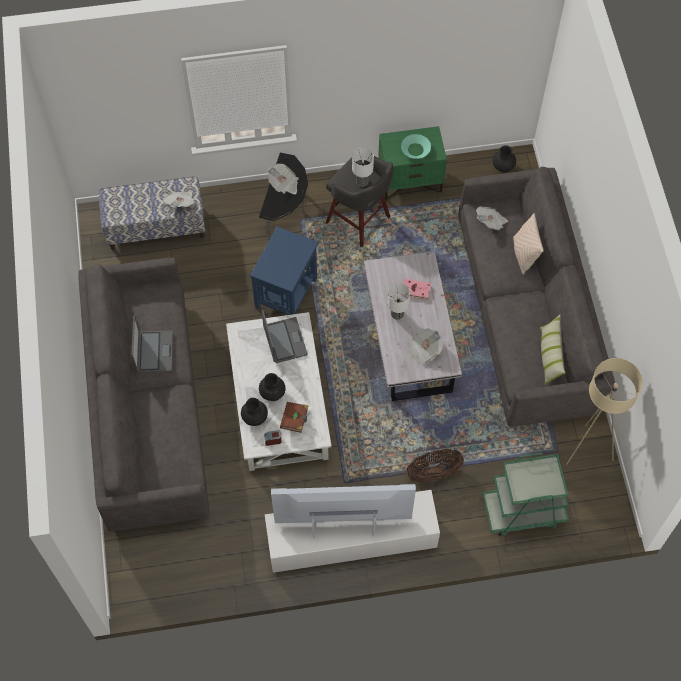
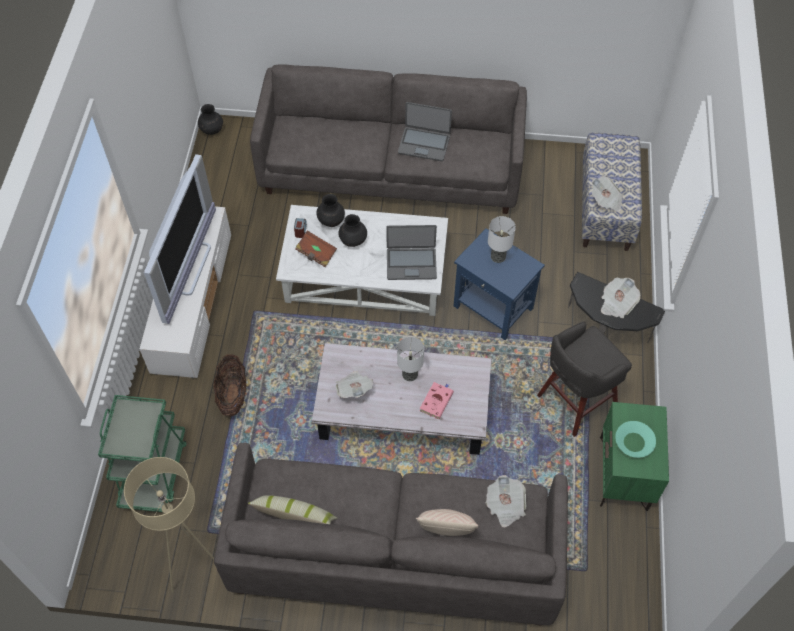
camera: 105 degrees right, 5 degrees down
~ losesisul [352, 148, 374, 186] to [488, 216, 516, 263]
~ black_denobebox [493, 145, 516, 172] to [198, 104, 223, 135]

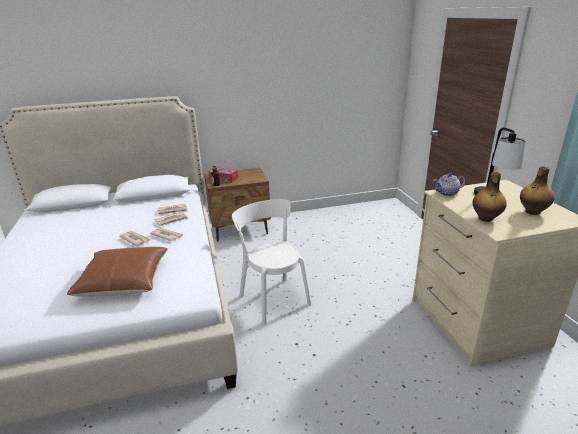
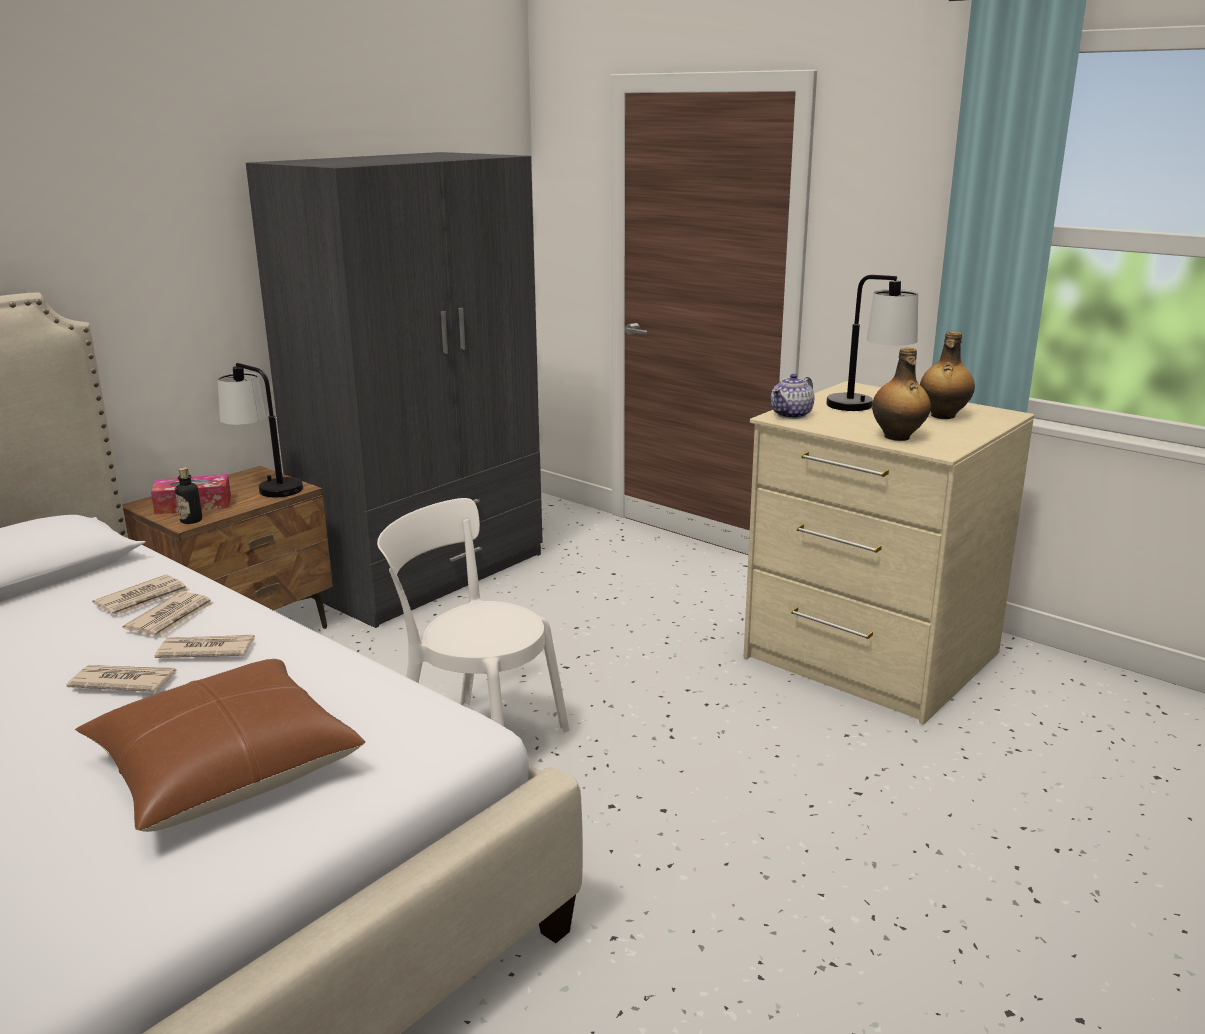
camera: 35 degrees left, 5 degrees down
+ losesisul [218, 363, 303, 497]
+ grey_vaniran [246, 152, 543, 628]

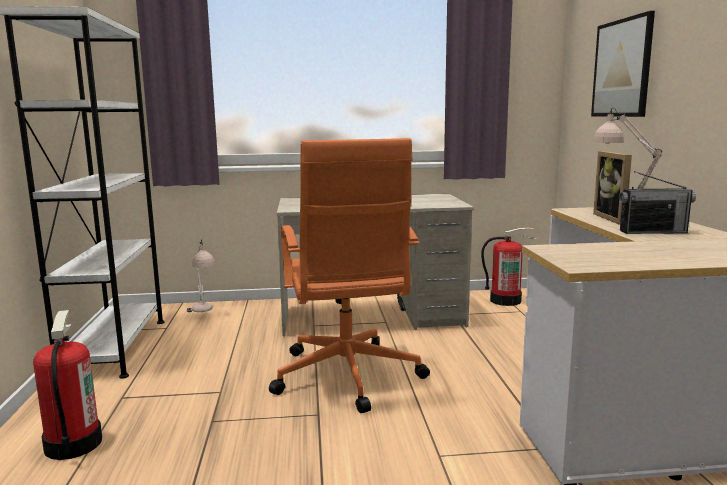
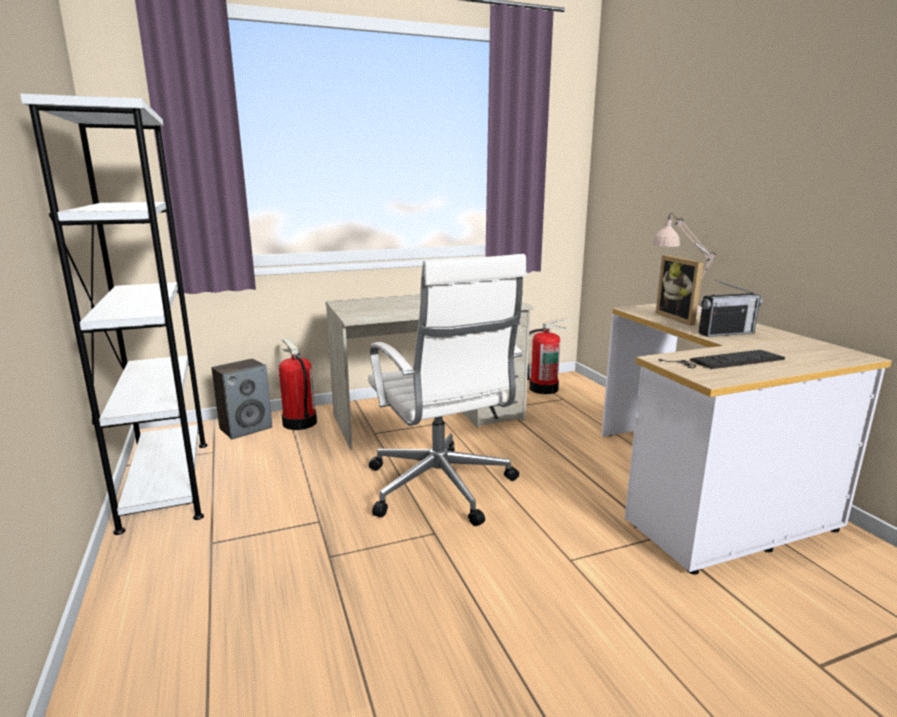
camera: 15 degrees left, 5 degrees up
- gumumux [591, 11, 655, 117]
+ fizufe [659, 350, 785, 369]
~ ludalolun [33, 310, 102, 460] to [279, 338, 317, 430]
~ beige_losesisul [187, 239, 215, 312] to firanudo [212, 359, 272, 440]
~ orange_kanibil [269, 138, 430, 413] to white_kanibil [368, 254, 527, 526]

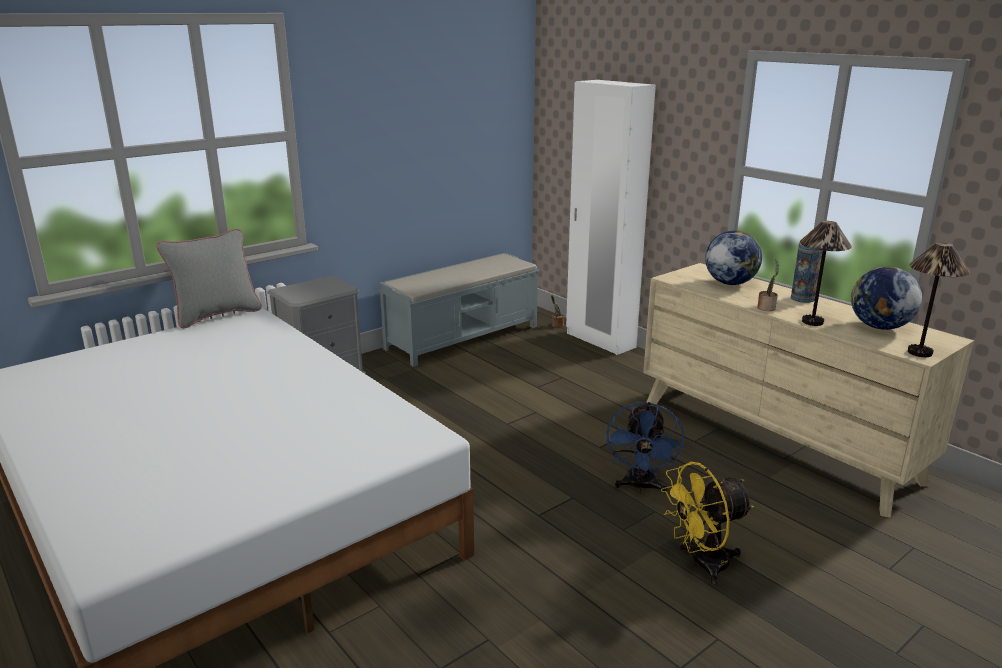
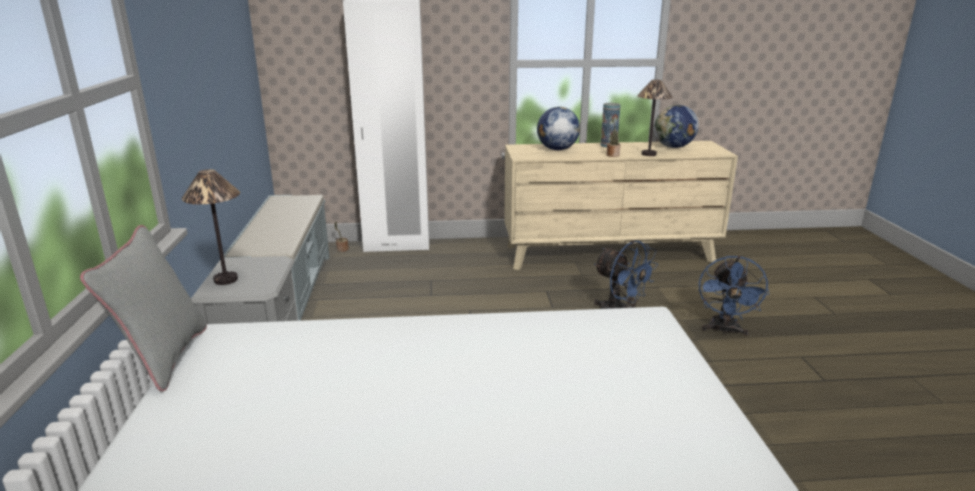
camera: 55 degrees left, 0 degrees up
~ losesisul [908, 242, 970, 357] to [182, 169, 240, 285]
~ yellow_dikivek [661, 462, 754, 585] to blue_dikivek [699, 256, 769, 336]

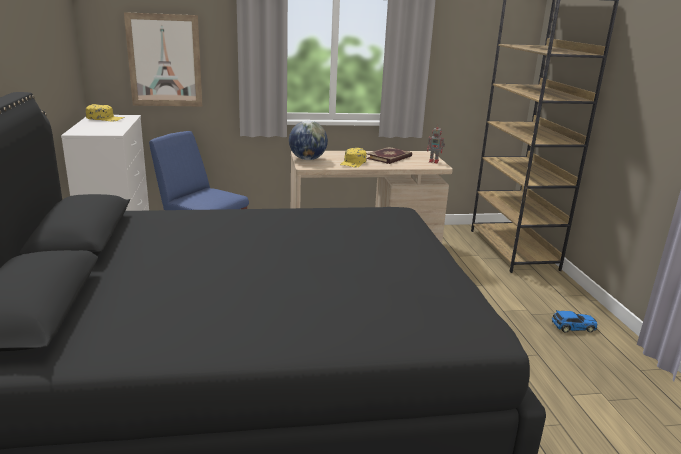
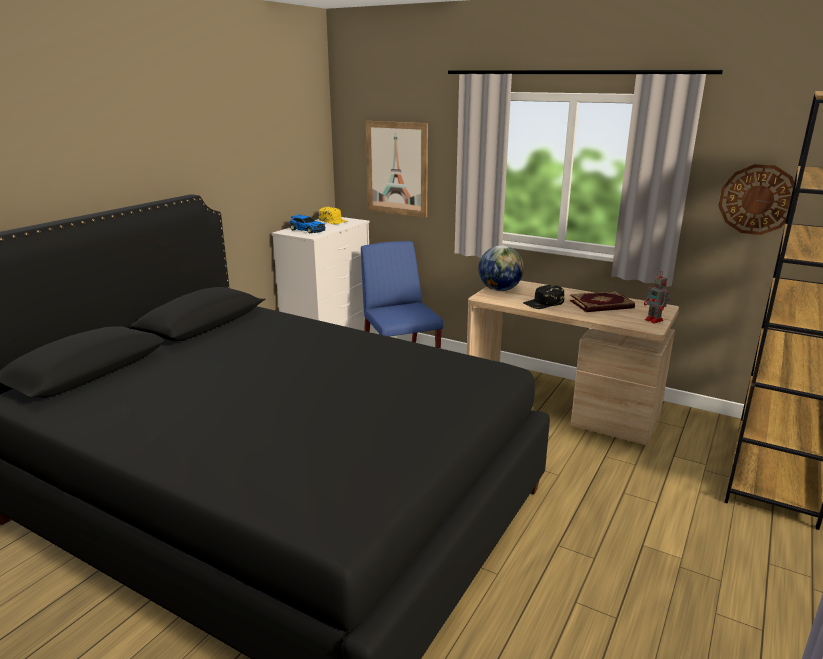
camera: 40 degrees right, 0 degrees up
+ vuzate [718, 164, 799, 235]
~ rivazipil [552, 310, 598, 333] to [289, 214, 326, 233]
~ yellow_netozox [340, 148, 367, 167] to black_netozox [523, 285, 564, 309]

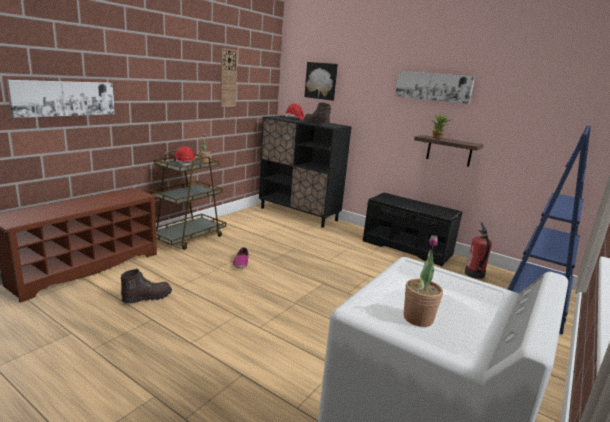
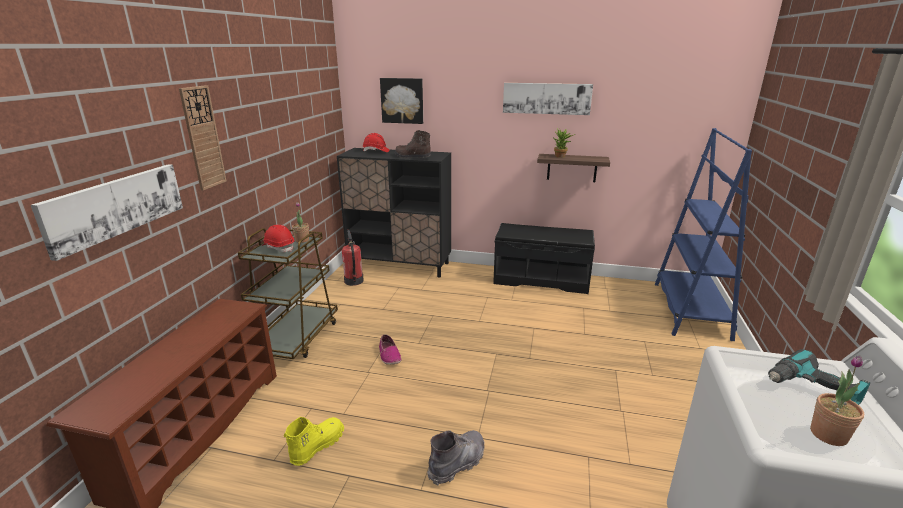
camera: 20 degrees left, 5 degrees up
+ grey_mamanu [427, 430, 485, 486]
+ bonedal [768, 349, 870, 405]
~ vuzate [220, 48, 237, 107] to [179, 85, 226, 190]
~ ludalolun [465, 222, 492, 279] to [342, 230, 364, 286]
~ brown_mamanu [120, 268, 172, 303] to yellow_mamanu [284, 417, 344, 466]

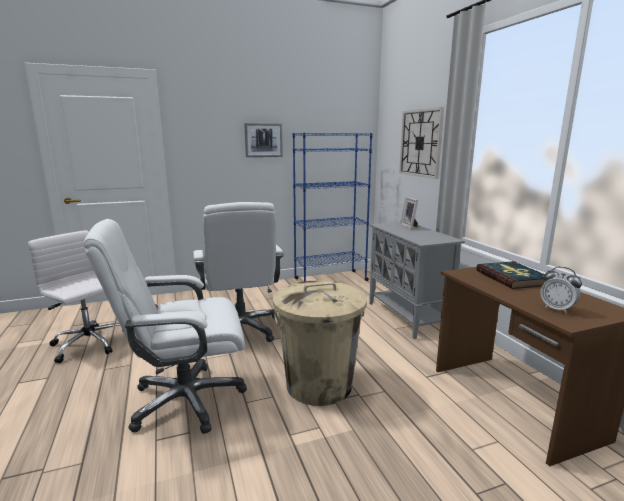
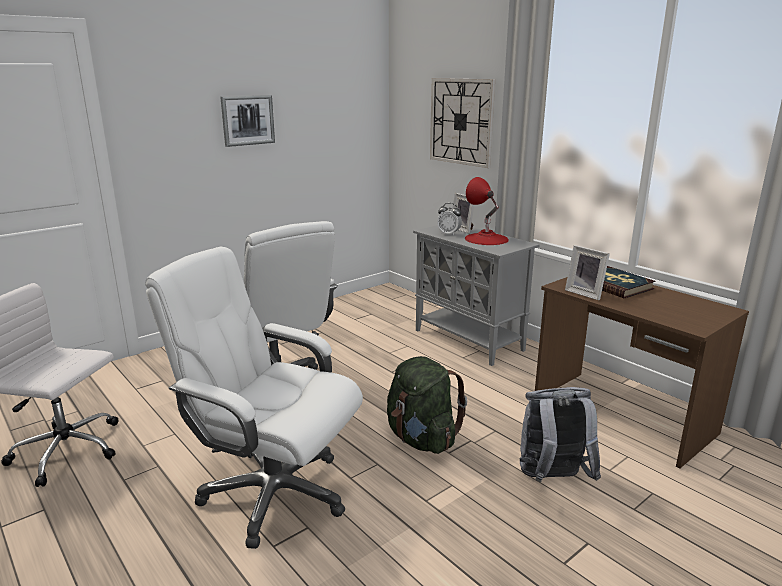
camera: 20 degrees left, 5 degrees up
- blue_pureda [293, 133, 373, 282]
+ red_losesisul [465, 177, 509, 245]
+ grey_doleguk [519, 387, 601, 483]
+ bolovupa [565, 245, 610, 300]
~ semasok [540, 267, 582, 314] to [437, 203, 462, 235]
~ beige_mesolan [273, 281, 367, 406] to green_doleguk [387, 356, 467, 454]
~ white_kanibil [84, 219, 247, 434] = [145, 247, 363, 549] 60 degrees clockwise

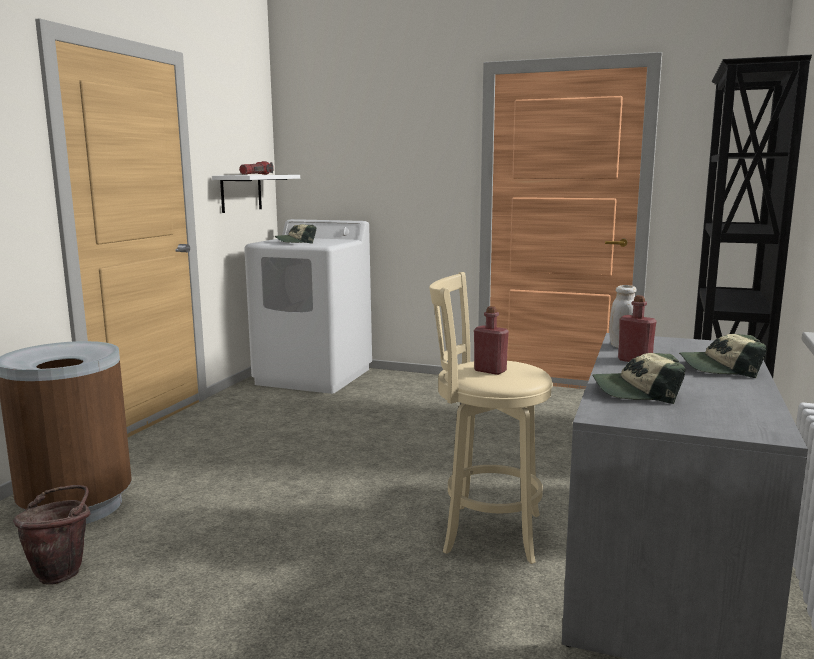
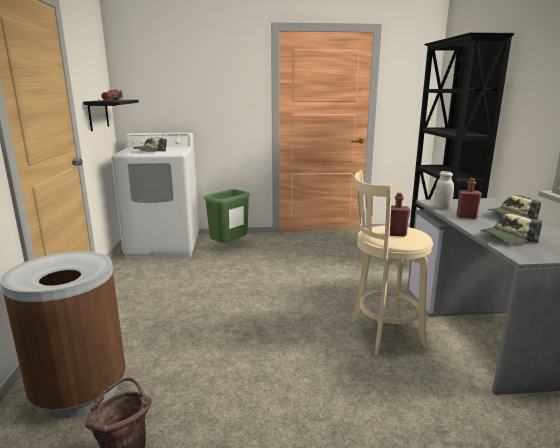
camera: 25 degrees left, 5 degrees up
+ green_mesolan [204, 189, 250, 242]
~ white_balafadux [212, 175, 300, 213] to black_balafadux [83, 100, 139, 131]

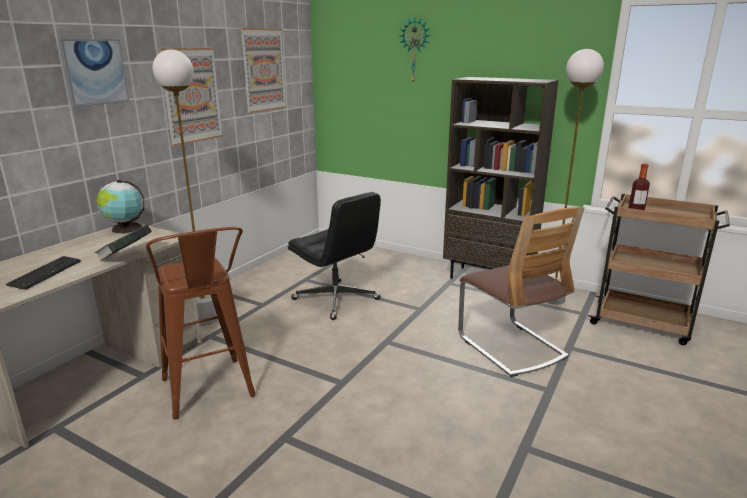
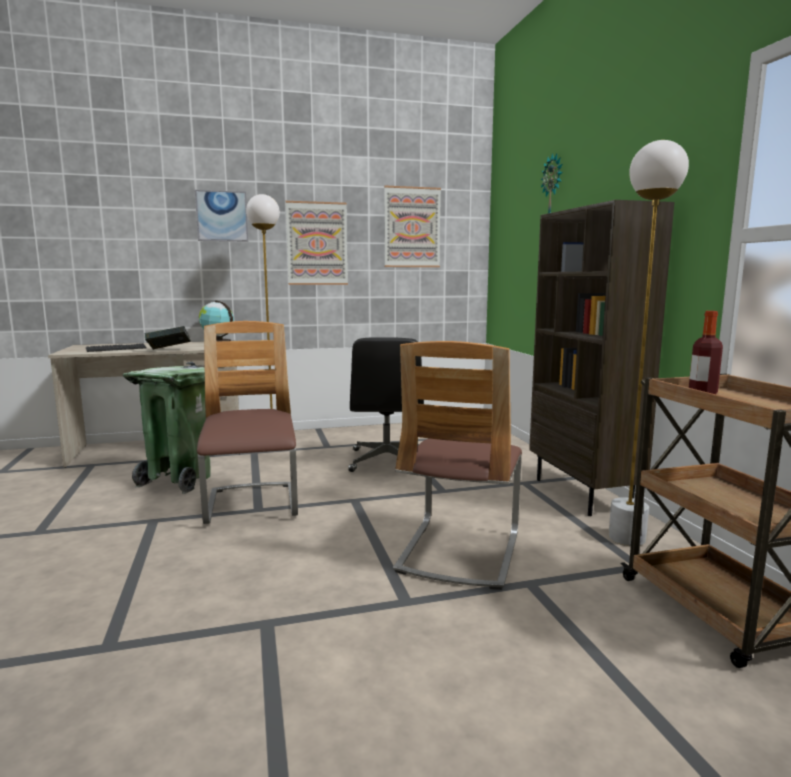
camera: 45 degrees right, 10 degrees down
+ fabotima [197, 321, 298, 524]
~ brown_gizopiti [146, 227, 256, 419] to green_mesolan [123, 362, 211, 494]

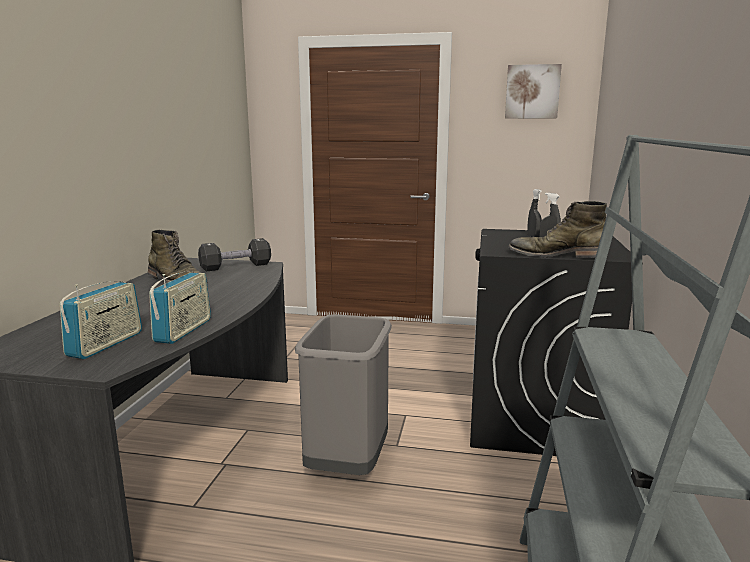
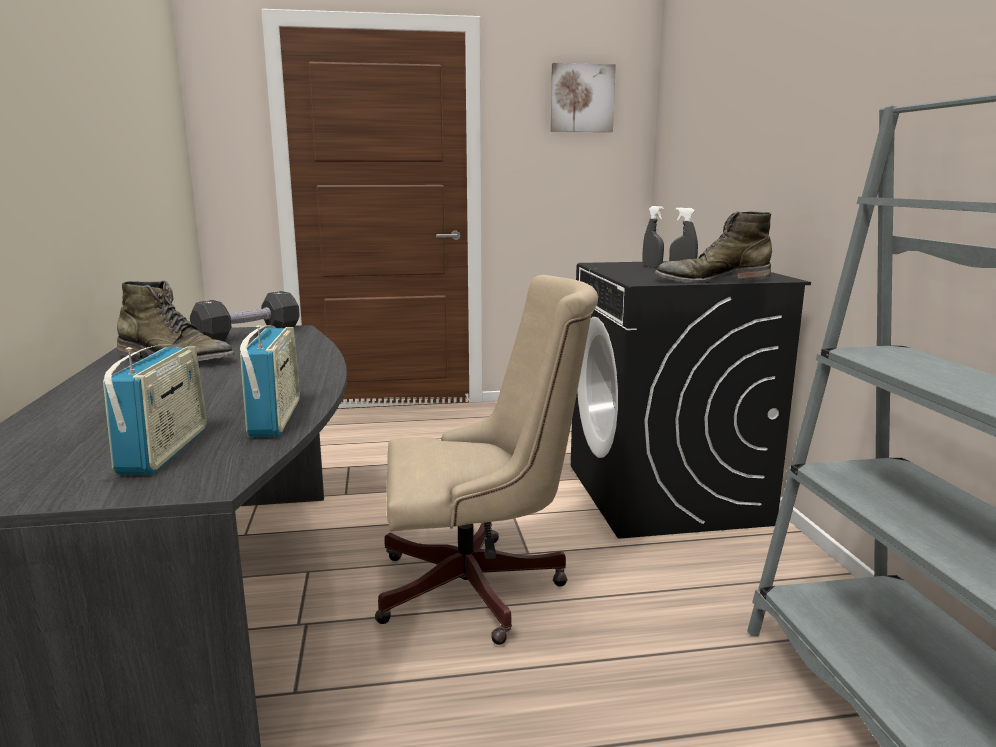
camera: 20 degrees left, 0 degrees up
~ grey_mesolan [295, 314, 392, 475] to beige_kanibil [375, 275, 598, 645]

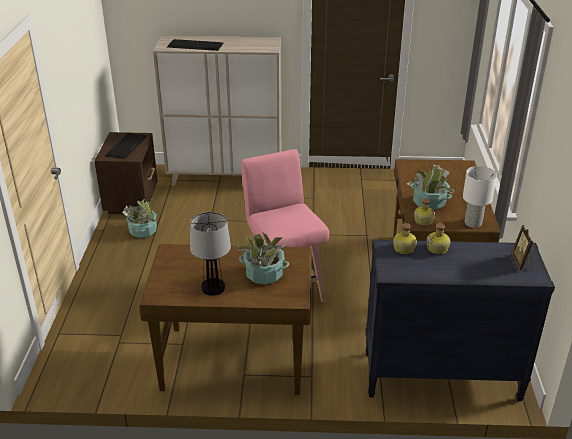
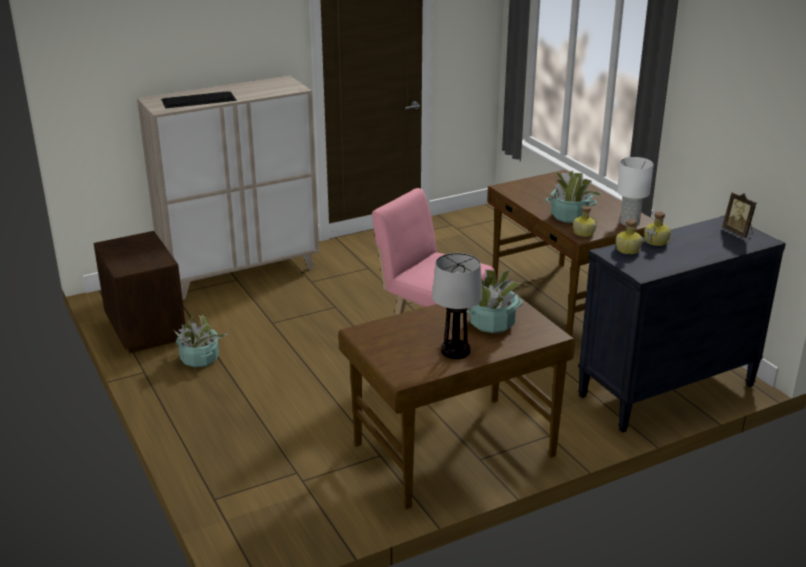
camera: 30 degrees left, 5 degrees down
- fizufe [105, 133, 147, 159]

